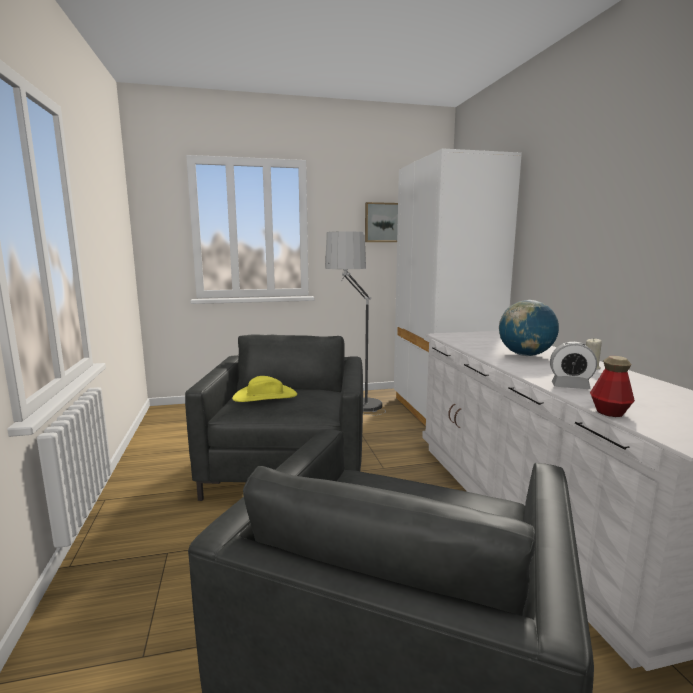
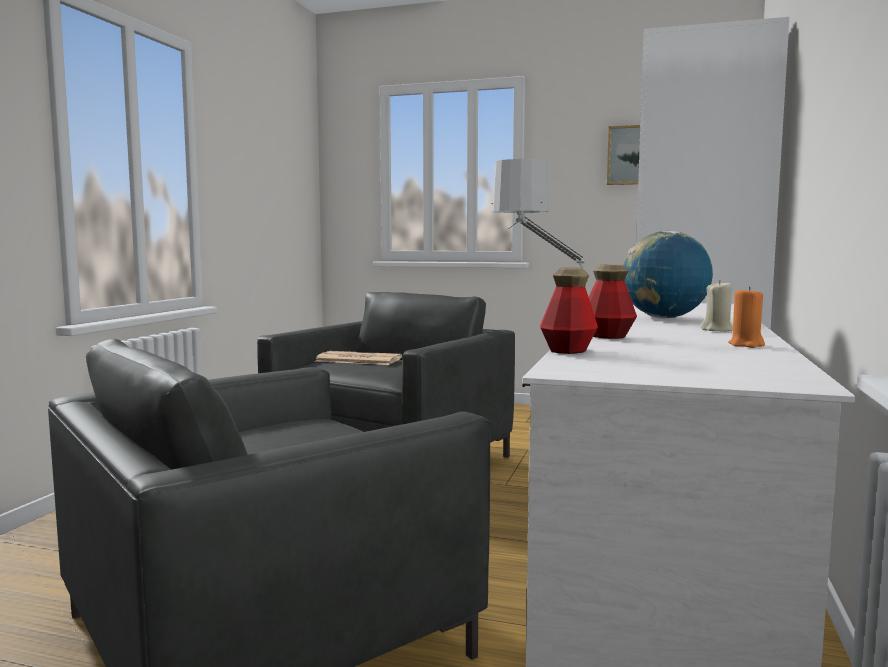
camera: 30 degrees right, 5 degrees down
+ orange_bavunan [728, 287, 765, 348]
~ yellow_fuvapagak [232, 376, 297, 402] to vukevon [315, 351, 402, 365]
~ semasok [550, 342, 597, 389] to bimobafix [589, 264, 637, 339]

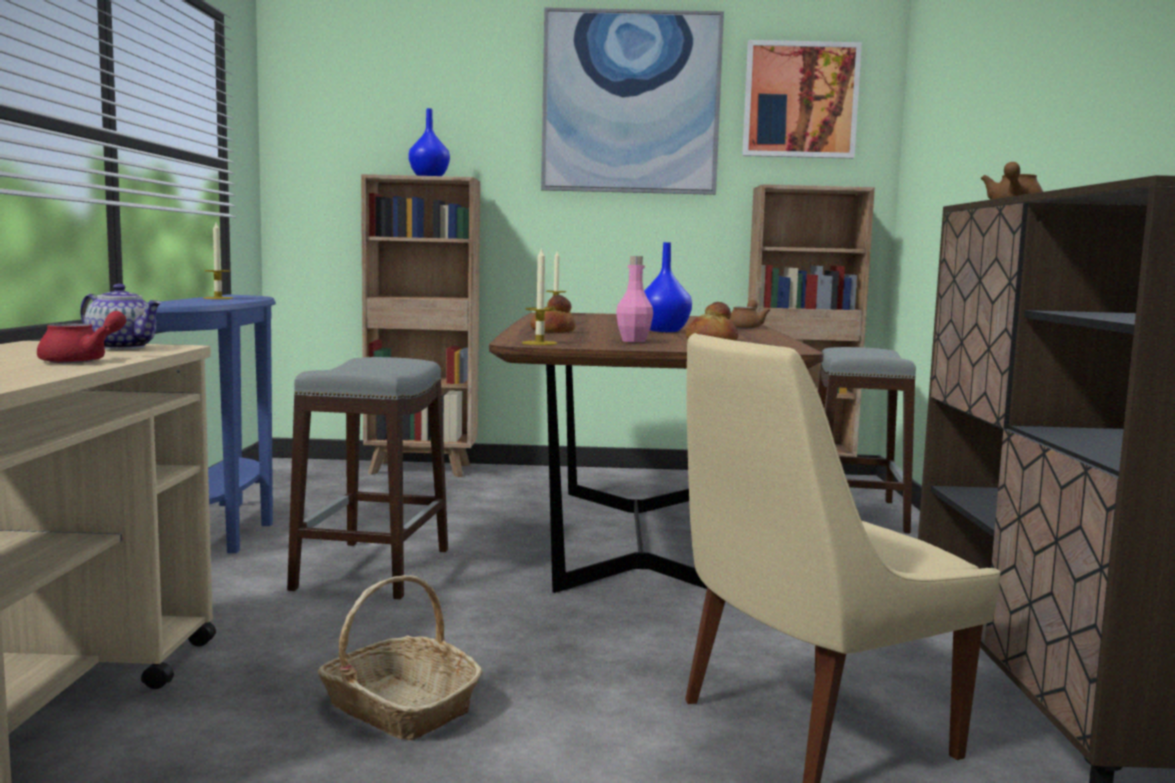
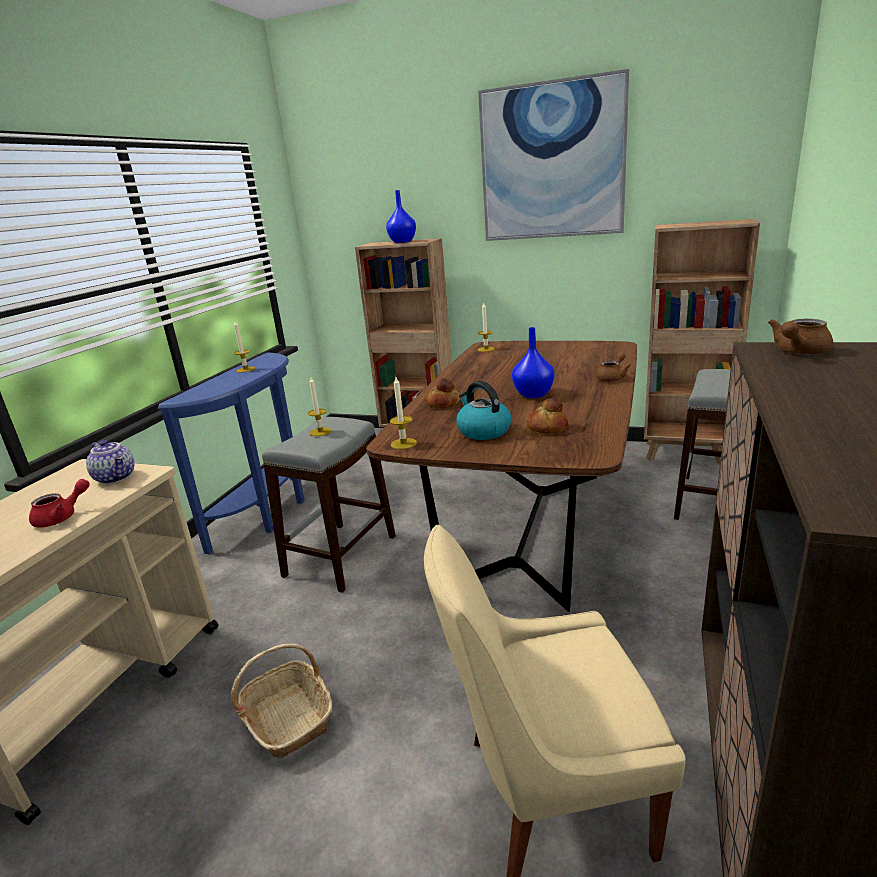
camera: 20 degrees right, 15 degrees up
- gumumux [742, 40, 862, 159]
+ bavunan [308, 377, 331, 436]
~ pink_bimobafix [616, 256, 653, 342] to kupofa [456, 381, 511, 440]

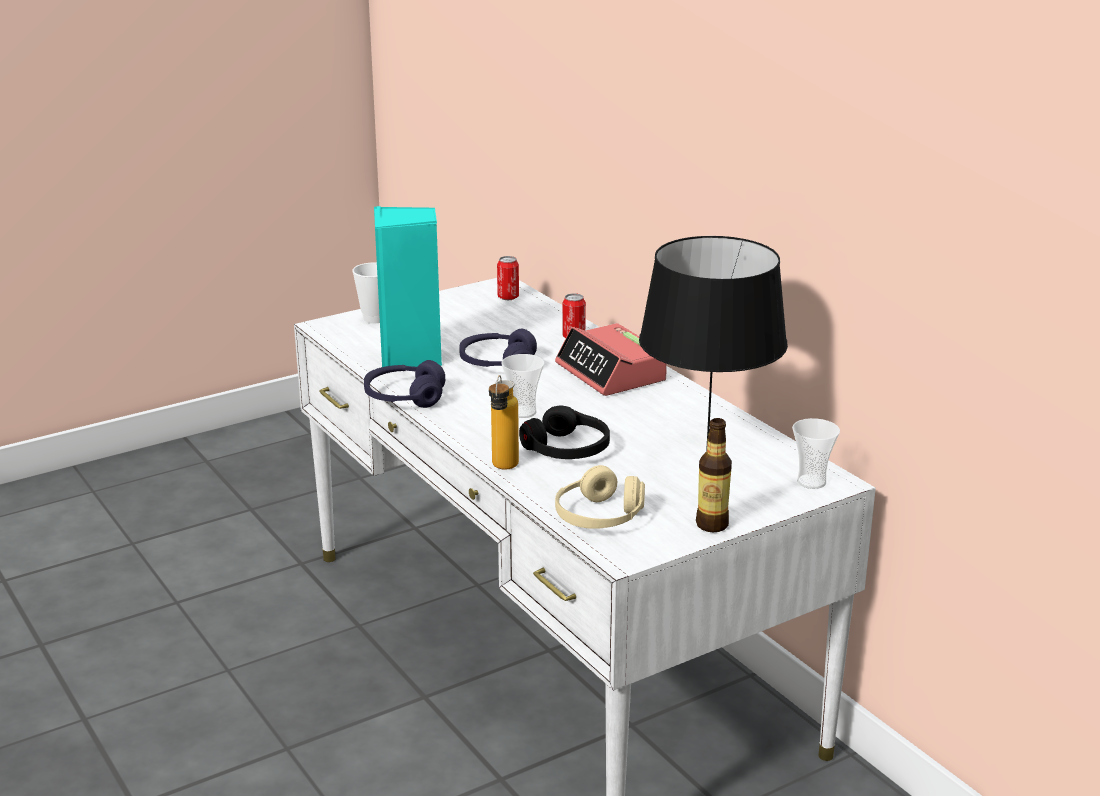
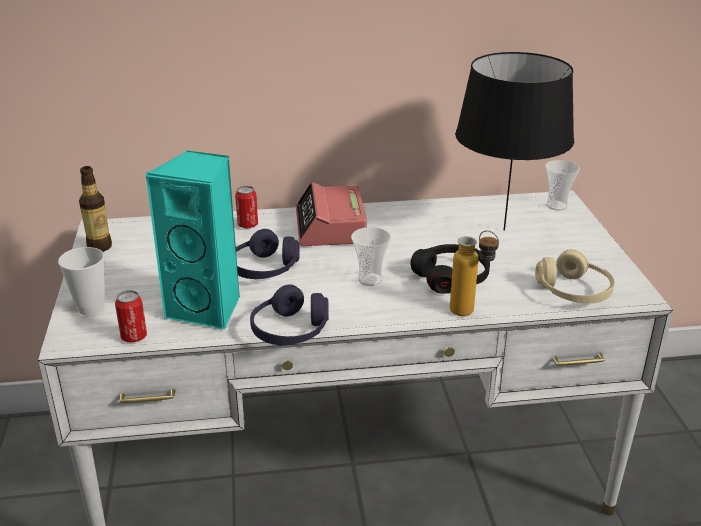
camera: 65 degrees left, 5 degrees up
~ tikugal [497, 256, 519, 300] to [115, 290, 147, 343]
~ bimobafix [696, 418, 732, 532] to [79, 166, 112, 252]
~ semasok [555, 323, 667, 396] = [296, 182, 367, 246] 90 degrees clockwise

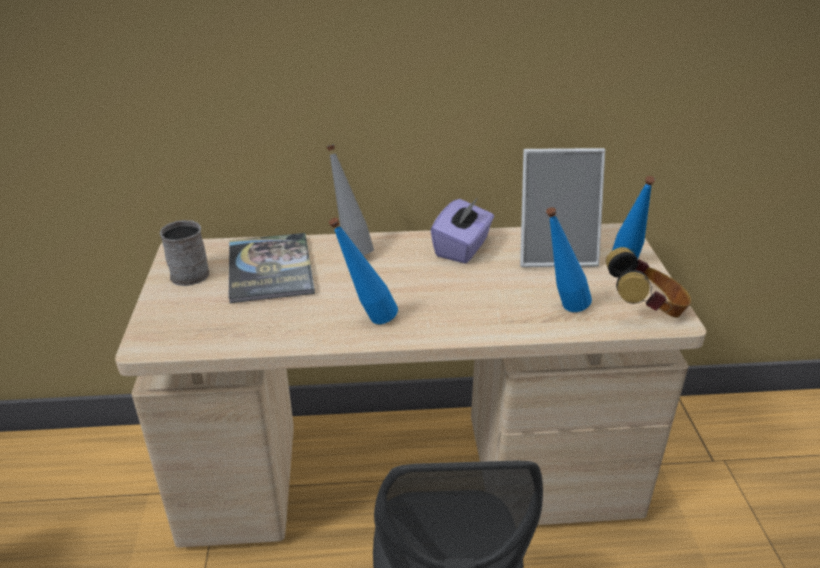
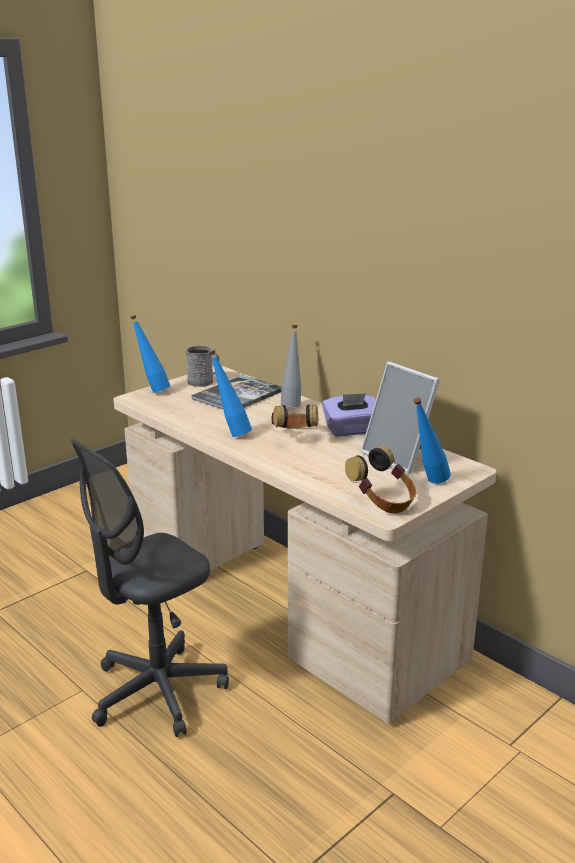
camera: 50 degrees right, 10 degrees down
+ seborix [271, 405, 318, 429]
~ blue_bimobafix [546, 207, 592, 312] to [131, 315, 170, 393]

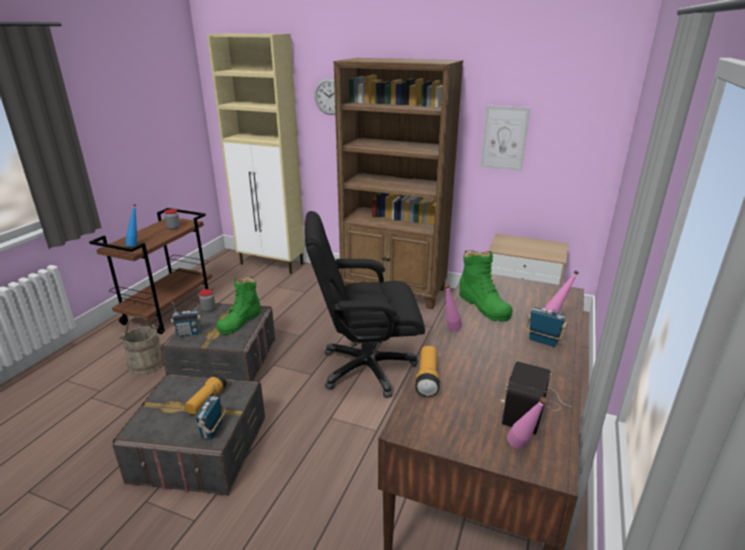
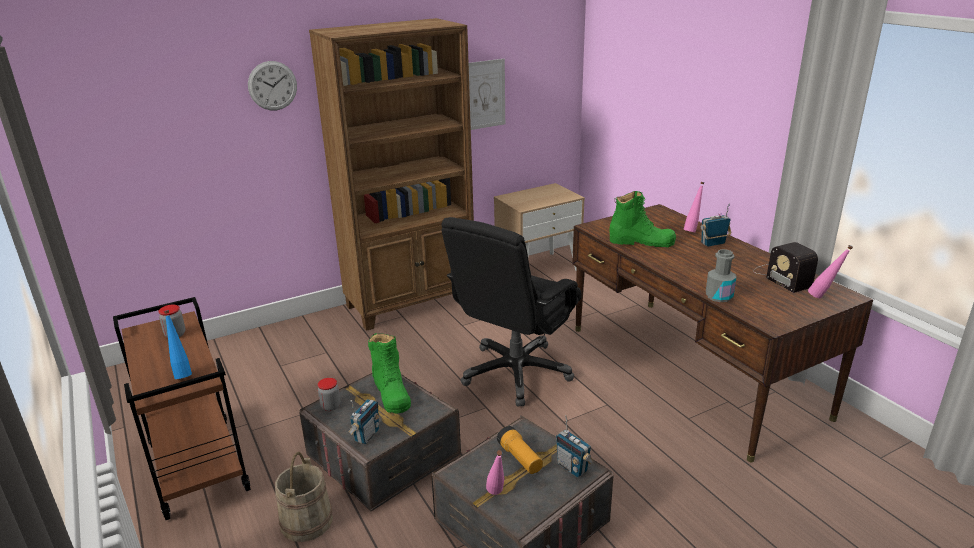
camera: 50 degrees left, 0 degrees up
- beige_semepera [207, 34, 305, 274]
~ pink_bimobafix [445, 284, 462, 331] to [486, 450, 504, 495]
~ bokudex [415, 346, 440, 397] to grey_bimobafix [706, 249, 736, 302]

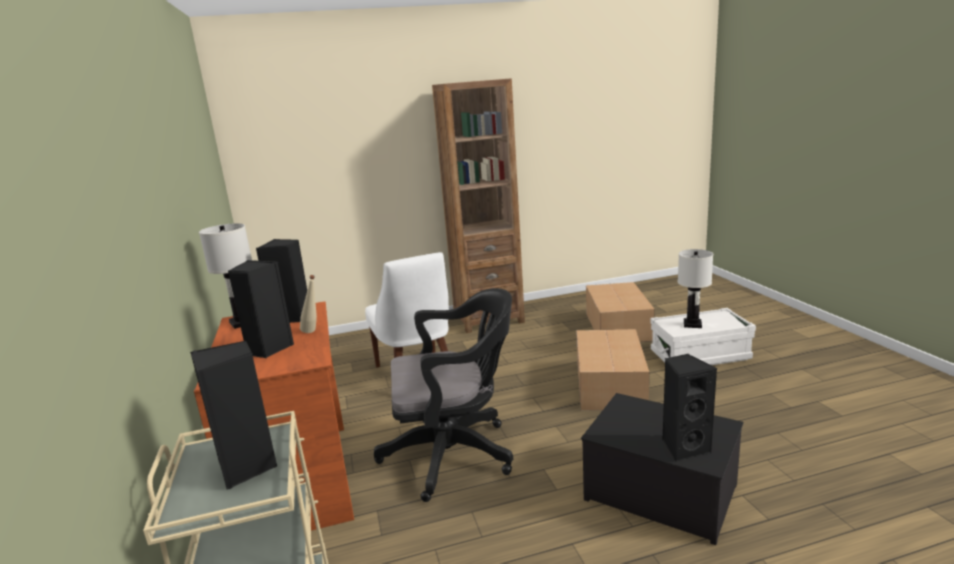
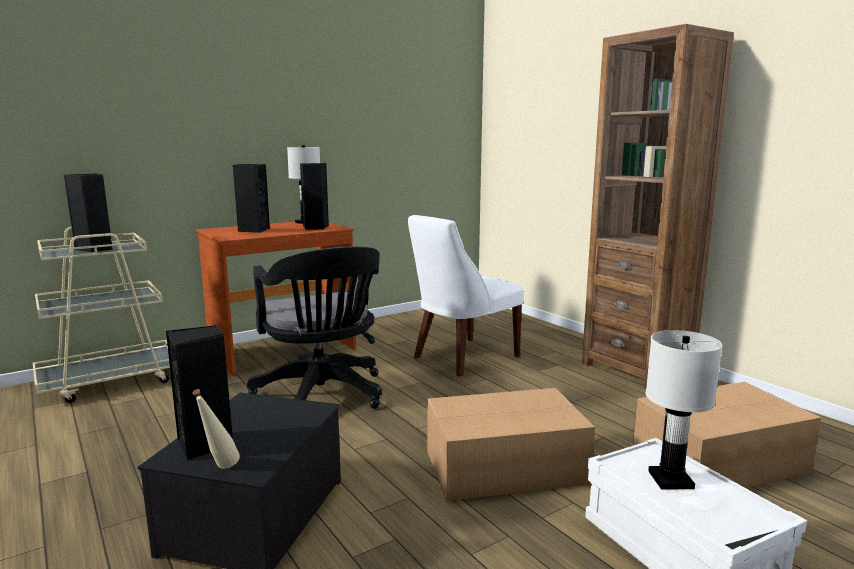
camera: 70 degrees right, 5 degrees down
~ beige_bimobafix [300, 275, 317, 333] to [192, 389, 240, 469]

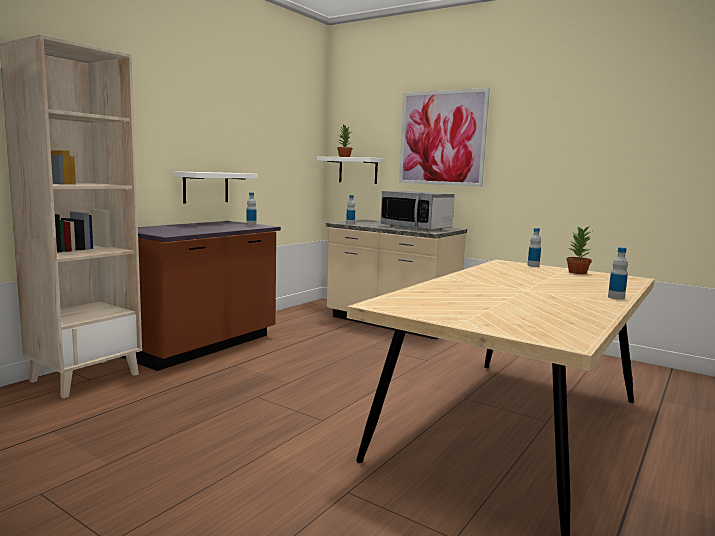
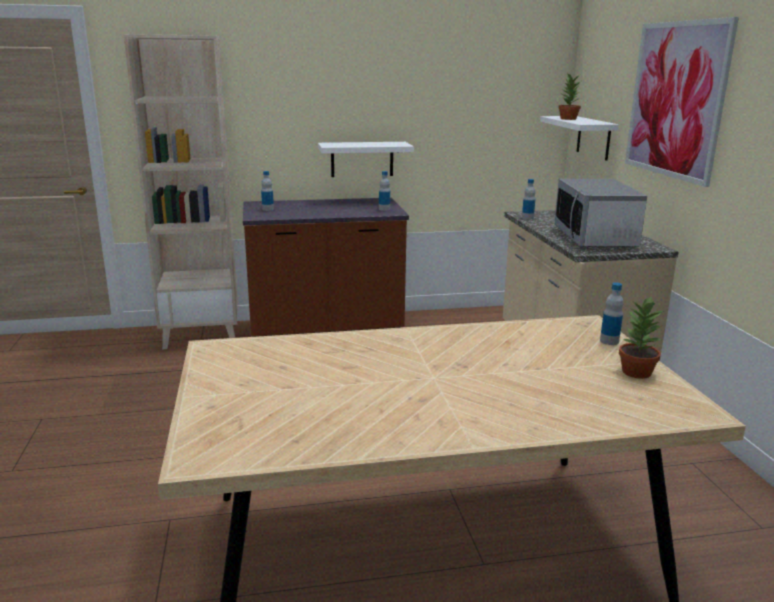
camera: 45 degrees right, 10 degrees up
~ bimobafix [608, 247, 628, 300] to [261, 171, 274, 211]

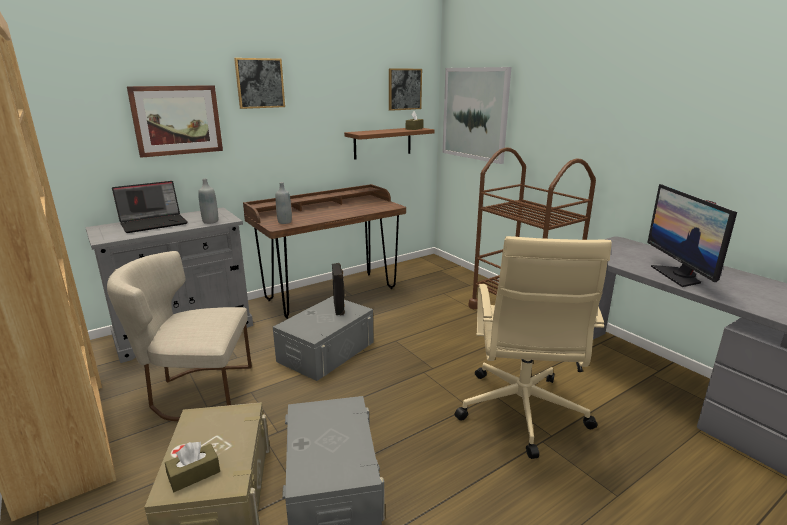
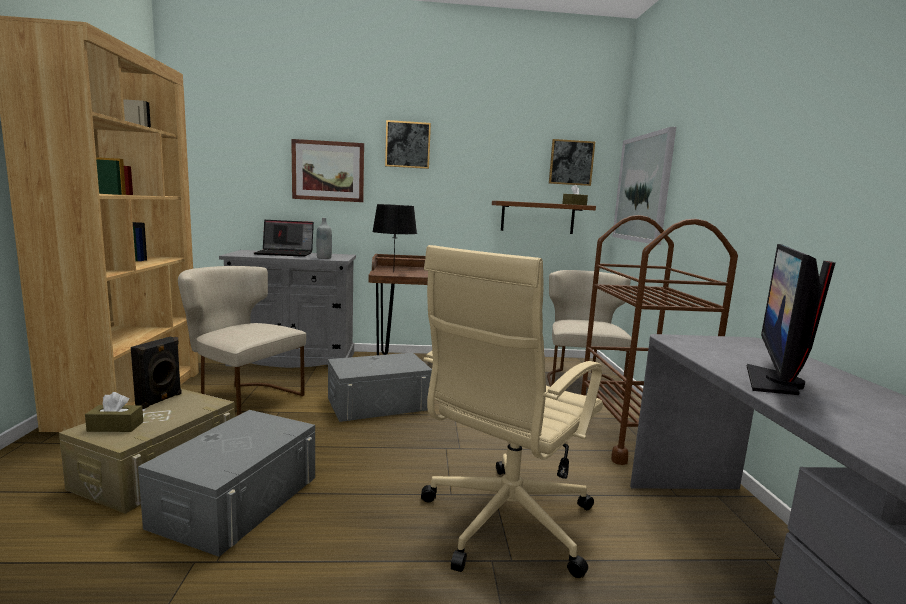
camera: 30 degrees right, 10 degrees down
+ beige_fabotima [547, 270, 632, 396]
~ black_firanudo [332, 263, 345, 315] to [131, 337, 182, 409]
~ grey_bimobafix [275, 182, 292, 224] to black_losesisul [372, 204, 417, 273]

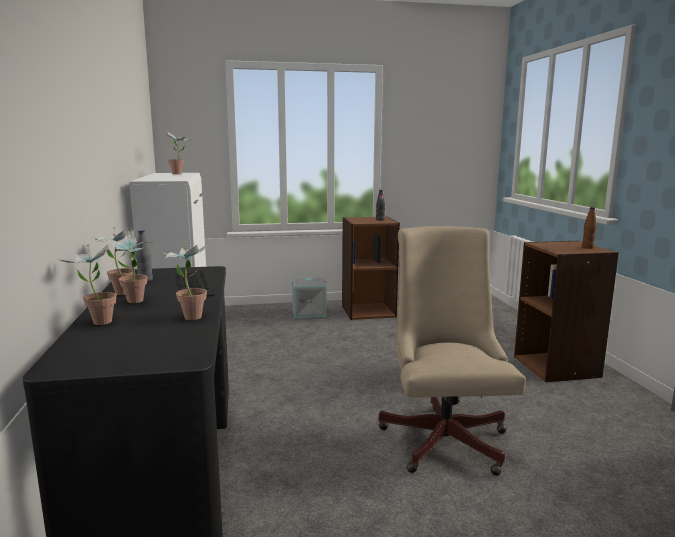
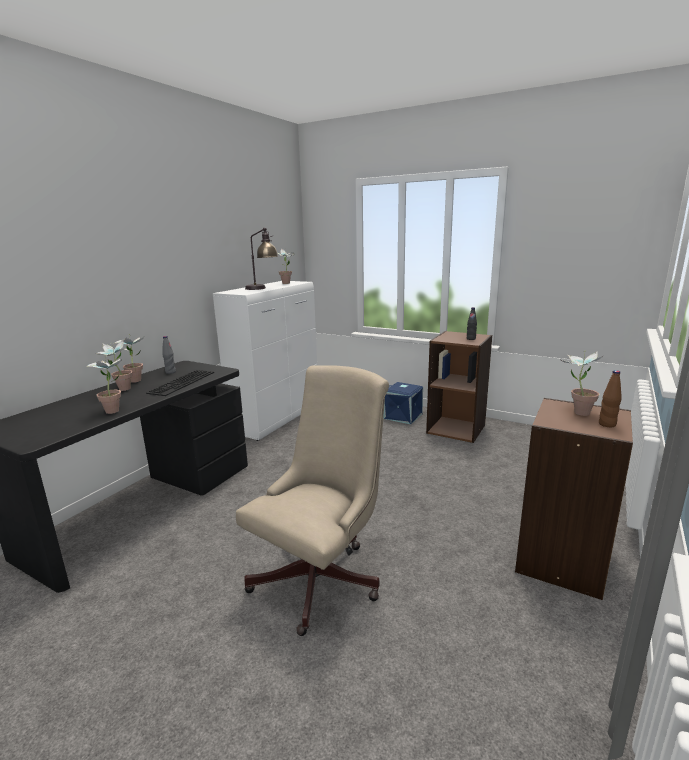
camera: 40 degrees right, 5 degrees up
+ losesisul [245, 228, 278, 290]
~ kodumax [59, 245, 117, 325] to [561, 350, 604, 416]
~ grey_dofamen [291, 277, 327, 318] to blue_dofamen [384, 382, 423, 424]

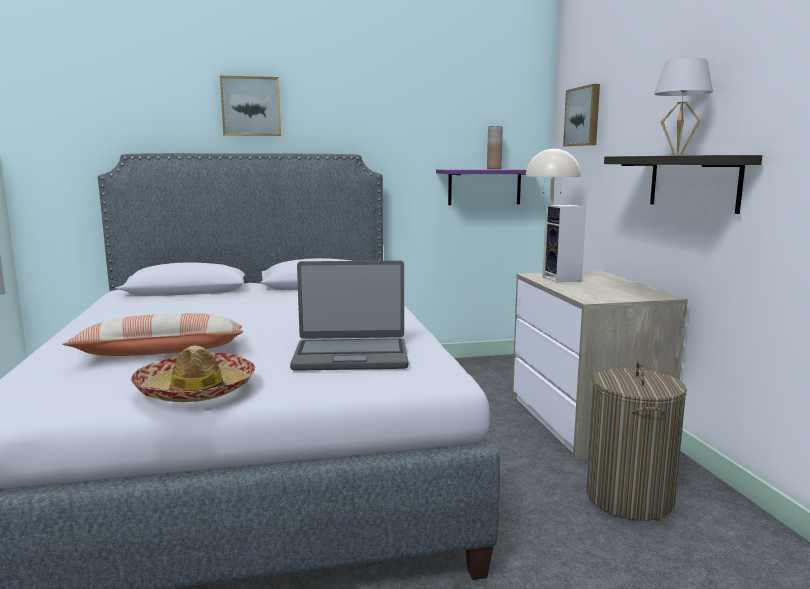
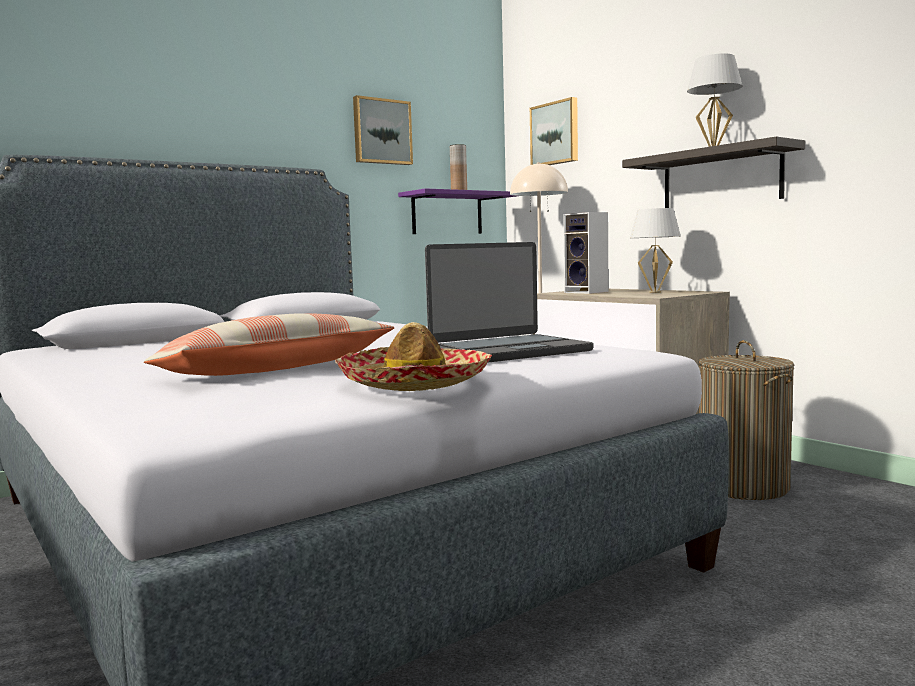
camera: 25 degrees left, 5 degrees down
+ white_losesisul [630, 208, 681, 293]
~ gumumux [220, 75, 281, 136] to [353, 95, 413, 165]

